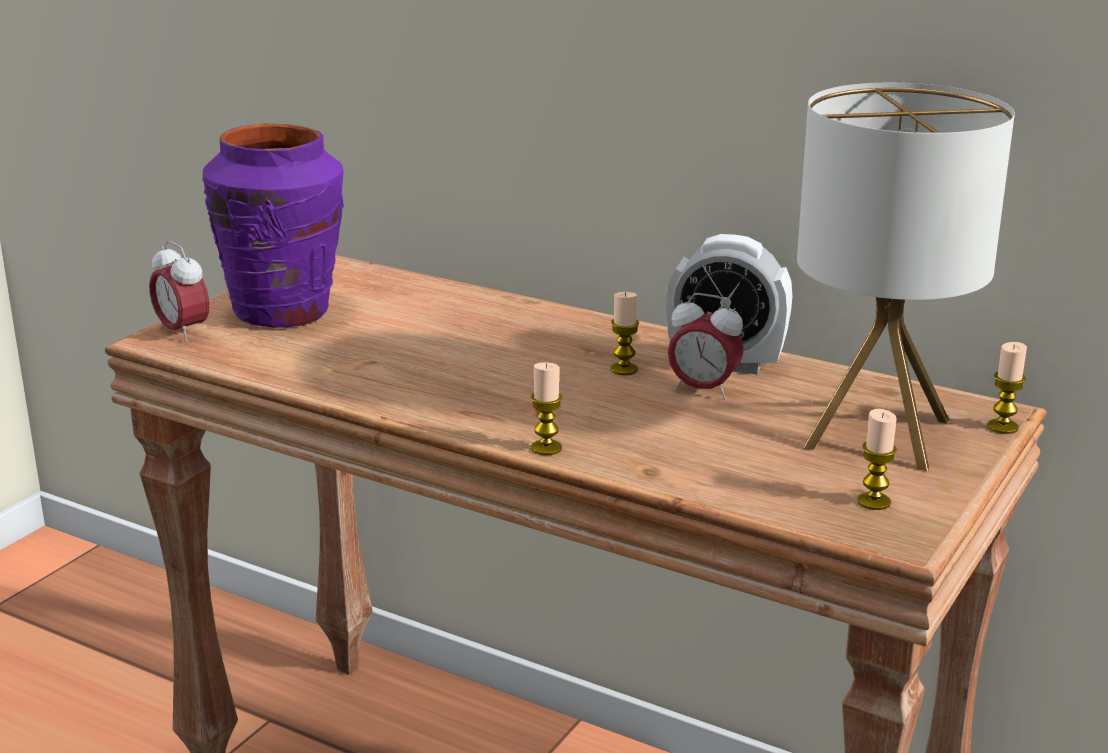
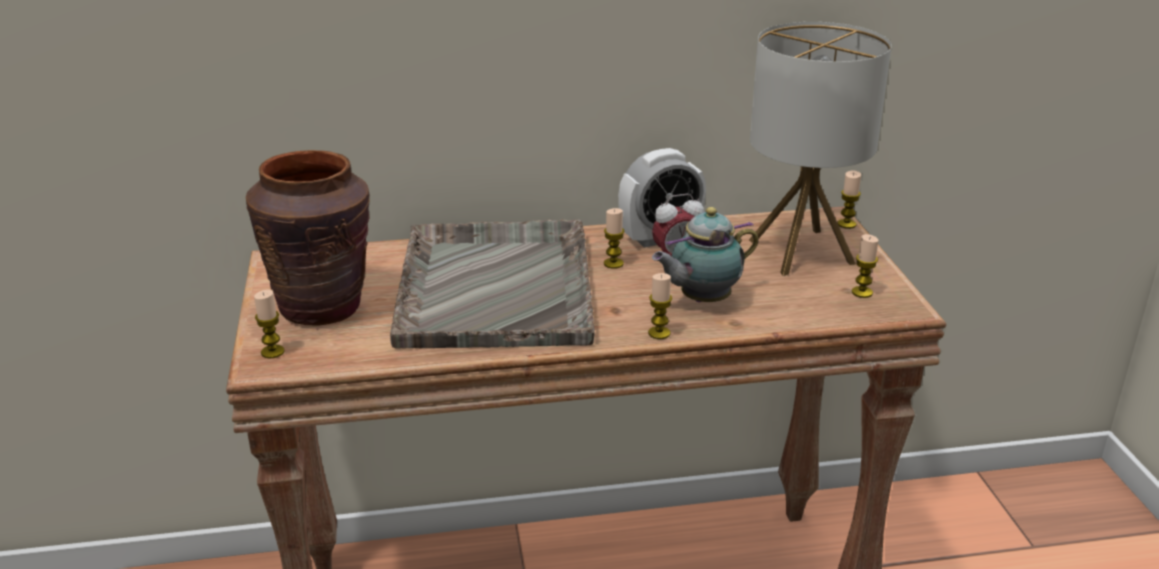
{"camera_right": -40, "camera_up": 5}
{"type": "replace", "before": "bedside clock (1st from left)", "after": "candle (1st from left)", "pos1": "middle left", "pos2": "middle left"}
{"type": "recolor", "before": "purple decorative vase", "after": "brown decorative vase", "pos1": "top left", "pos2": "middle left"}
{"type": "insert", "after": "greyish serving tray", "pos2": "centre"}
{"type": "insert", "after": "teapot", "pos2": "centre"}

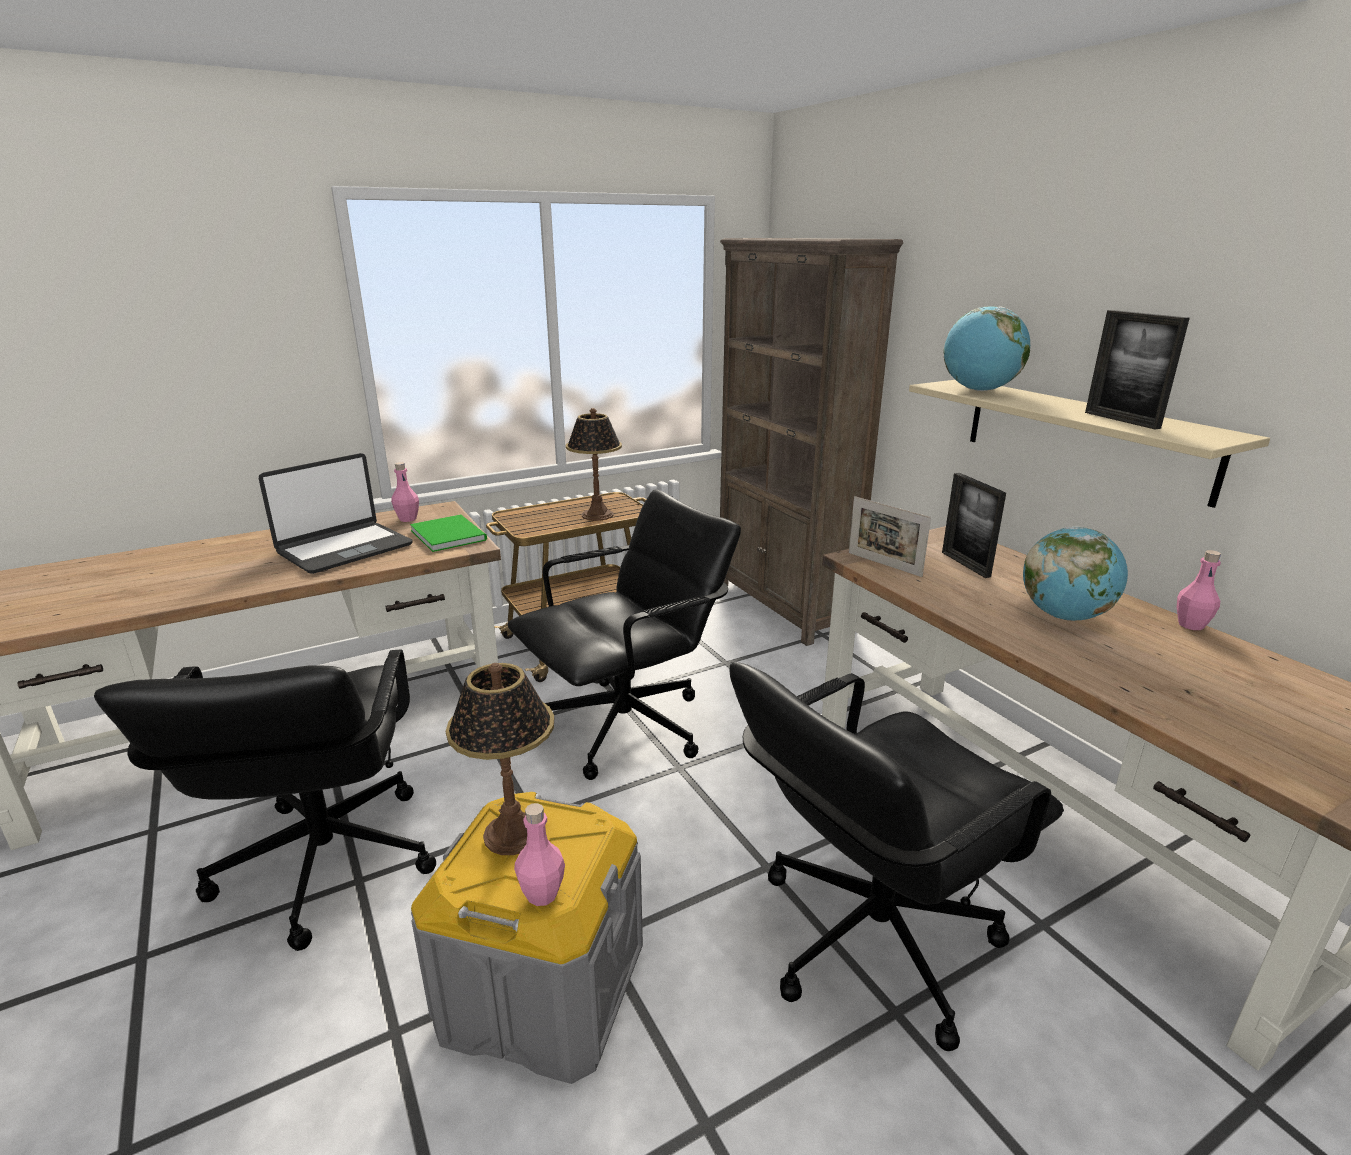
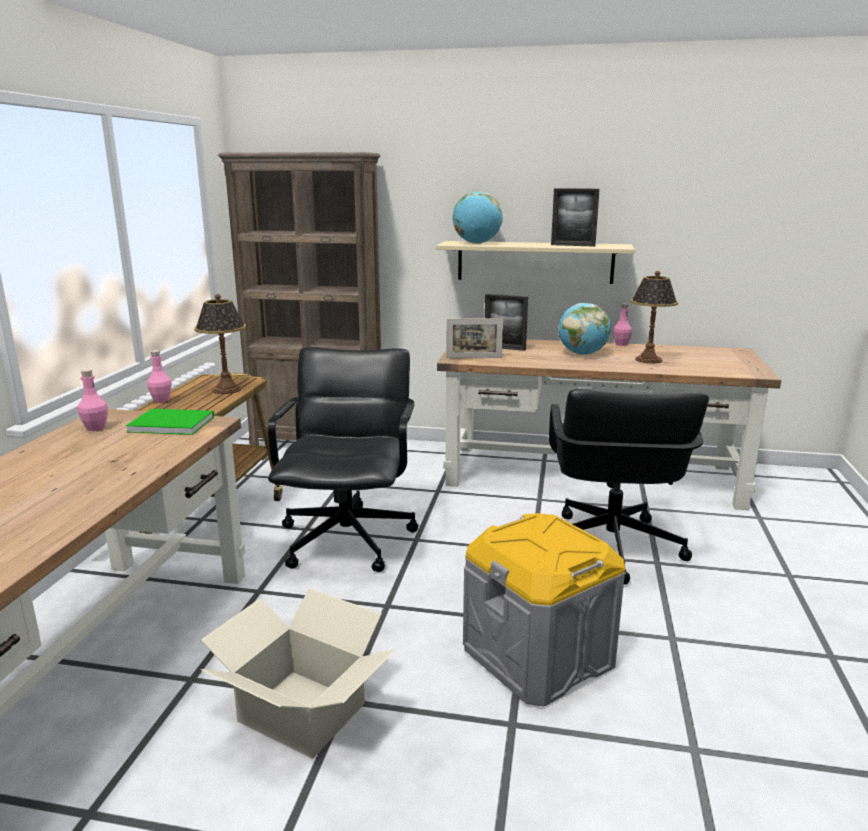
{"camera_right": -50, "camera_up": -5}
{"type": "replace", "before": "black office chair (1st from left)", "after": "cardboard box", "pos1": "bottom left", "pos2": "bottom centre"}
{"type": "delete", "before": "notebook computer", "pos1": "middle left"}
{"type": "move", "before": "tabletop lamp (1st from left in the first image)", "after": "tabletop lamp (2nd from left)", "pos1": "centre", "pos2": "middle right"}
{"type": "move", "before": "pink bottle (2nd from left)", "pos1": "bottom centre", "pos2": "middle left"}

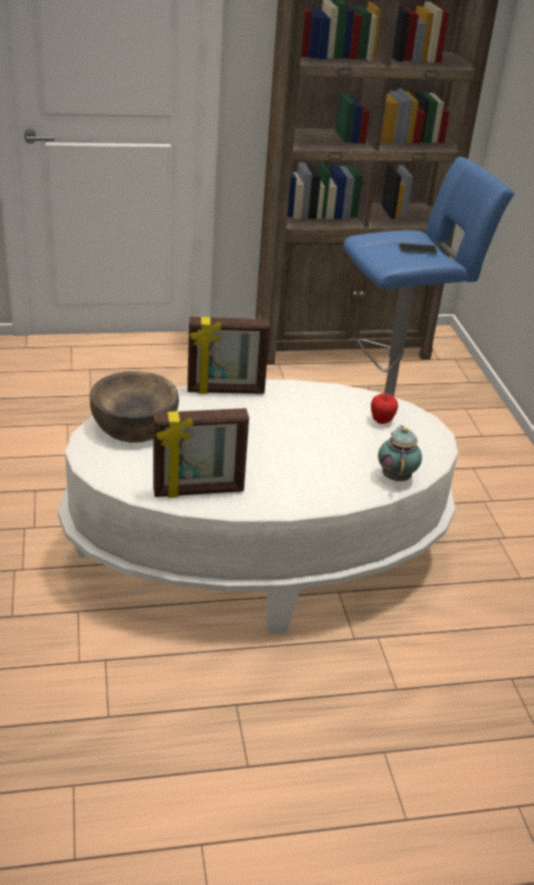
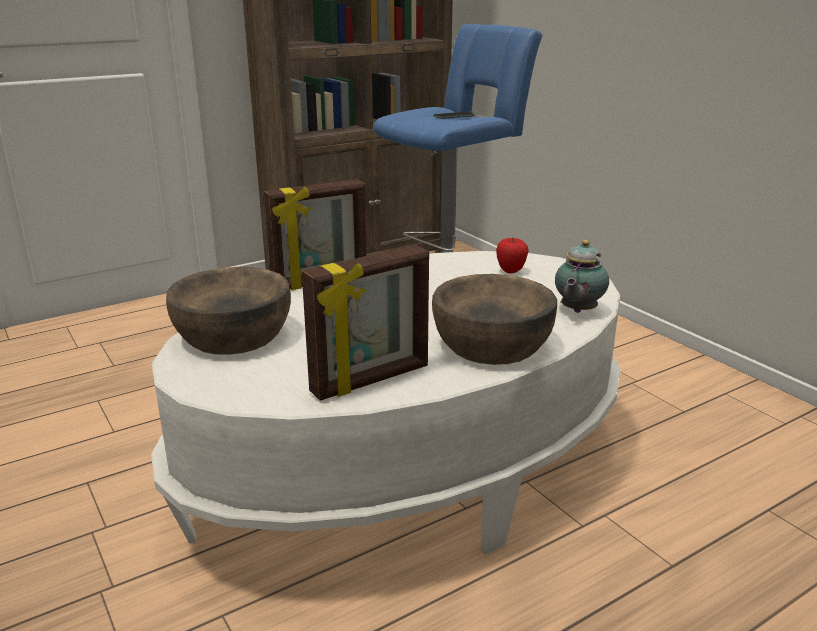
{"camera_right": -20, "camera_up": -10}
{"type": "rotate", "before": "teapot", "pos1": "middle right", "pos2": "middle right", "turn": -135}
{"type": "insert", "after": "brown deep dish (2nd from left)", "pos2": "centre"}

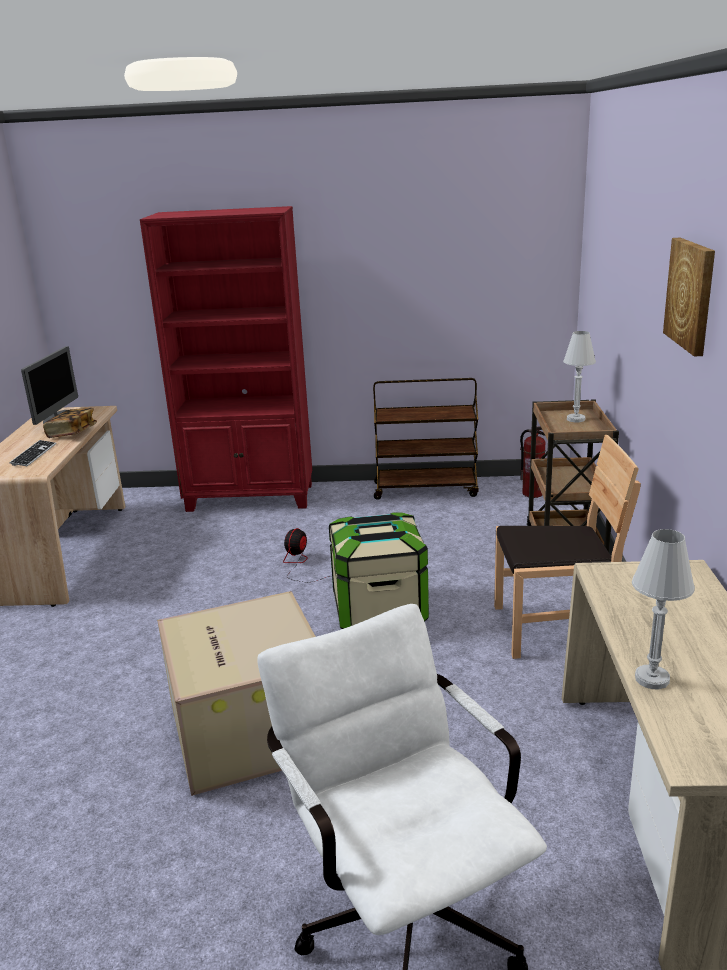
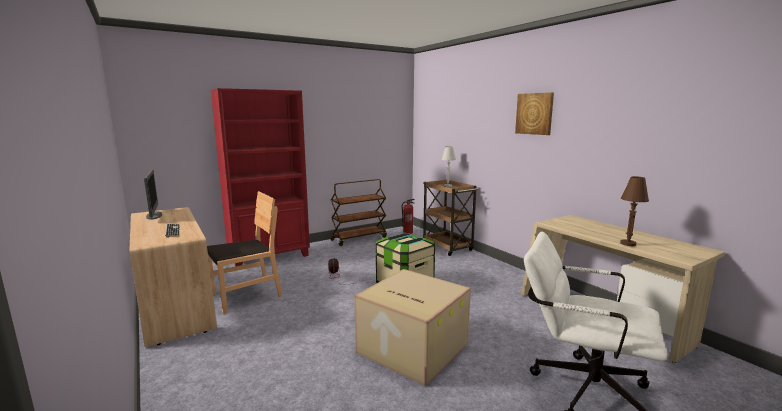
{"camera_right": -35, "camera_up": -10}
{"type": "delete", "before": "bound book", "pos1": "middle left"}
{"type": "move", "before": "brown plain chair", "pos1": "middle right", "pos2": "middle left"}
{"type": "recolor", "before": "white tabletop lamp (2nd from left)", "after": "brown tabletop lamp", "pos1": "middle right", "pos2": "middle right"}

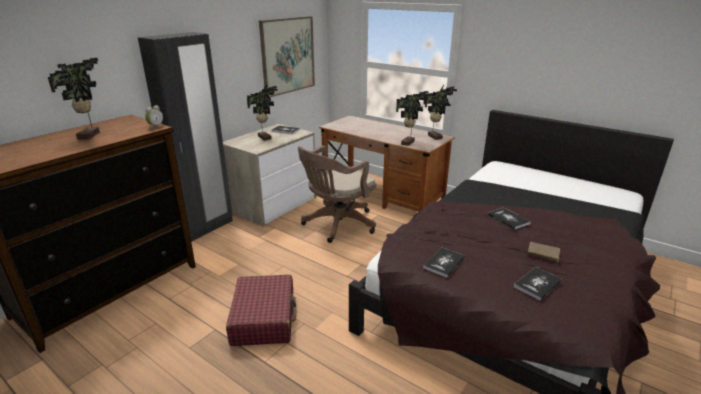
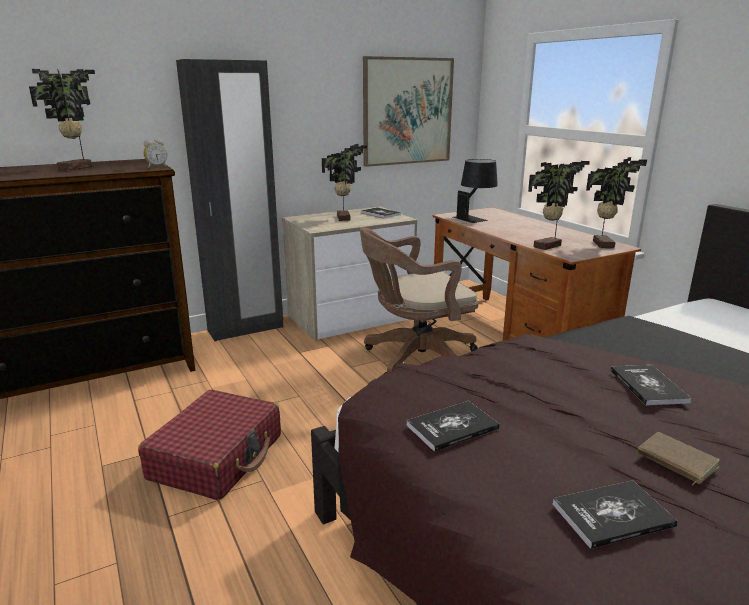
{"camera_right": 25, "camera_up": -5}
{"type": "insert", "after": "black tabletop lamp", "pos2": "top centre"}

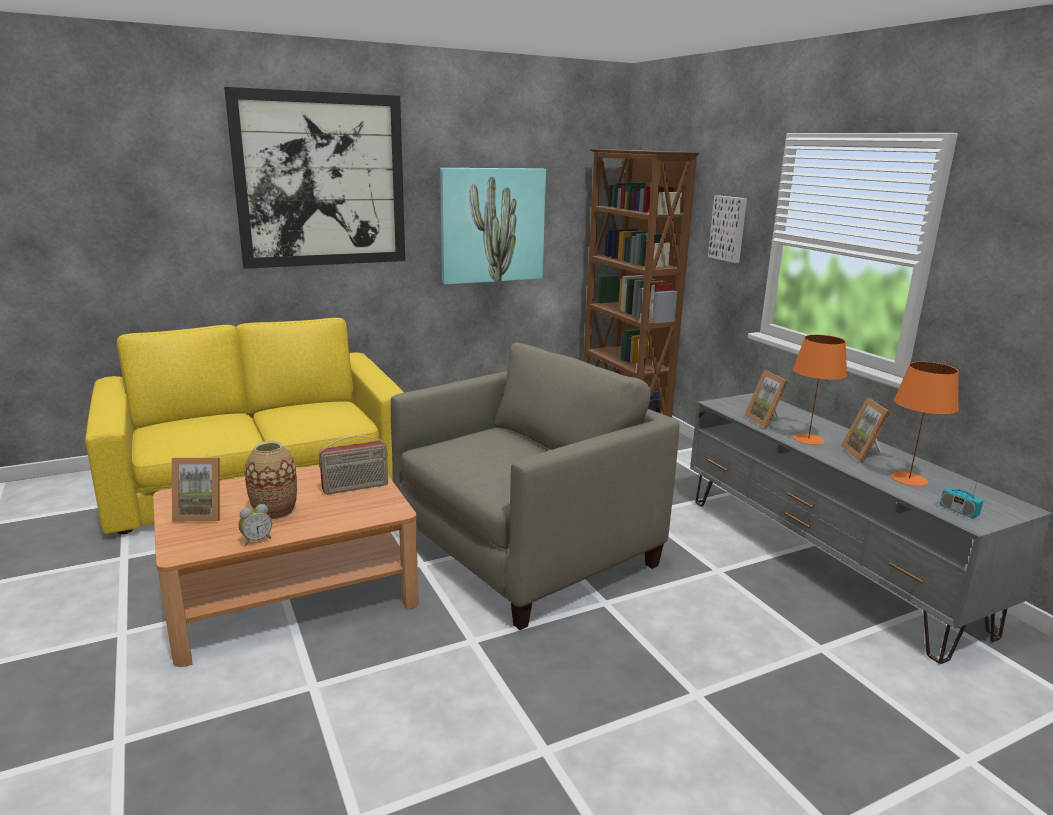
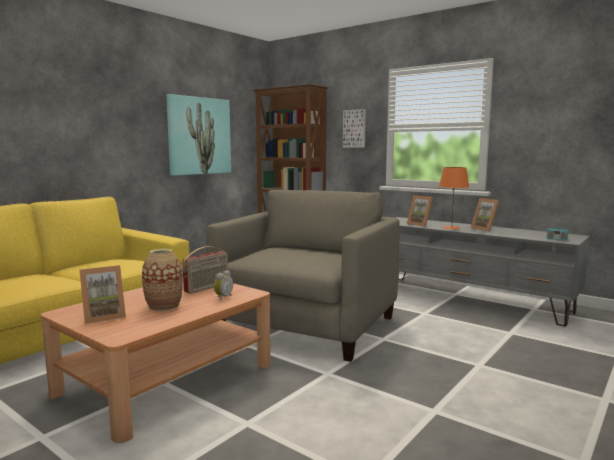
{"camera_right": -25, "camera_up": -10}
{"type": "delete", "before": "wall art (1st from left)", "pos1": "top left"}
{"type": "move", "before": "bedside clock", "pos1": "middle left", "pos2": "centre"}
{"type": "delete", "before": "orange-coloured tabletop lamp (2nd from left)", "pos1": "middle right"}

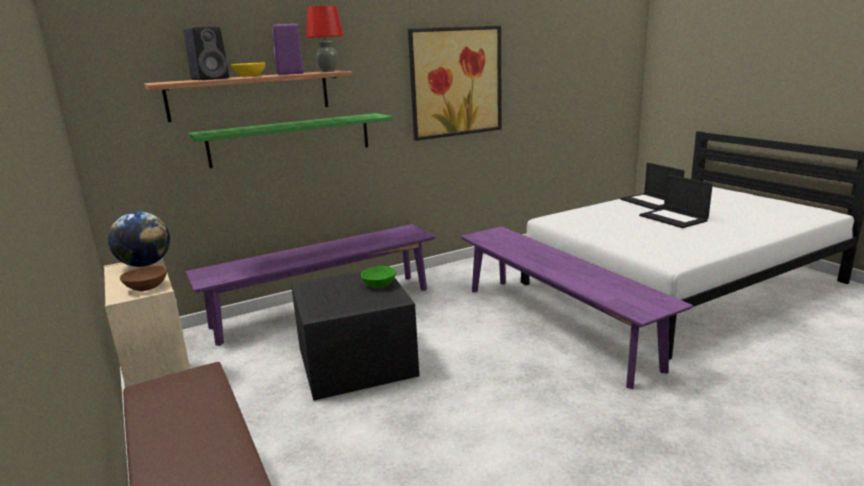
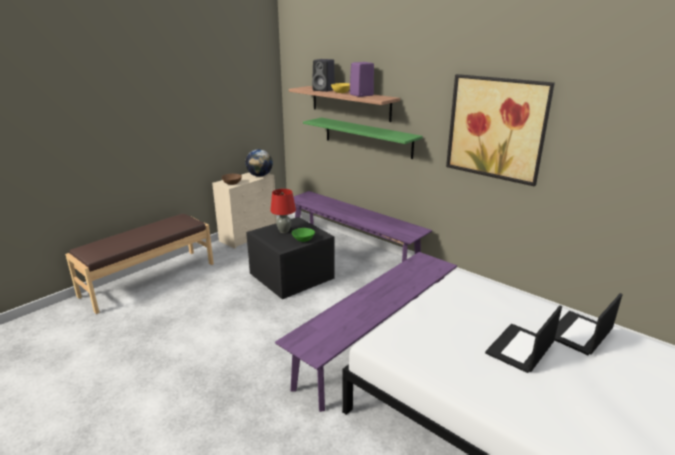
{"camera_right": 70, "camera_up": 5}
{"type": "move", "before": "reddish tabletop lamp", "pos1": "top centre", "pos2": "centre"}

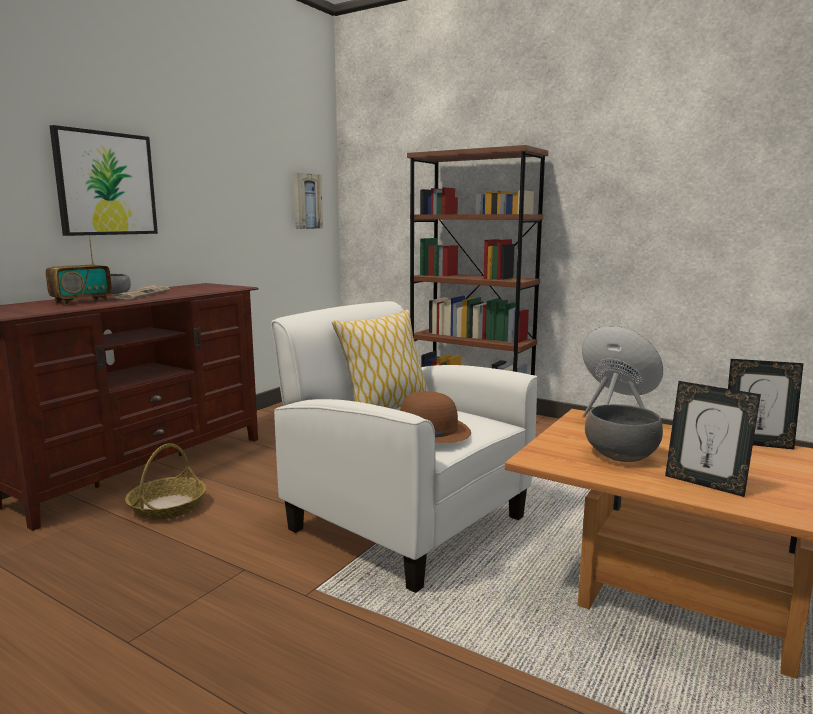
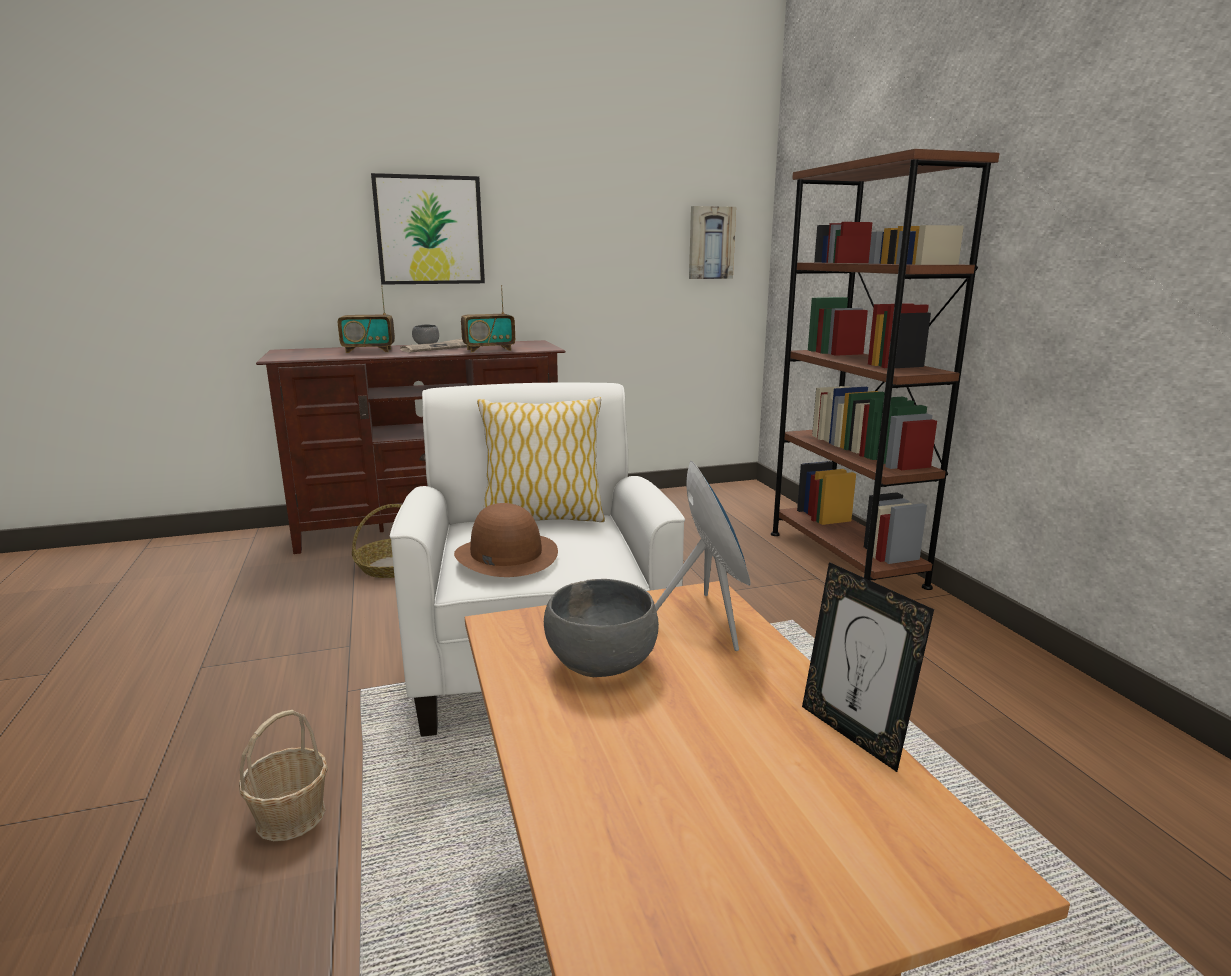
{"camera_right": 40, "camera_up": 5}
{"type": "delete", "before": "photo frame (1st from left)", "pos1": "middle right"}
{"type": "insert", "after": "storage basket (1st from left)", "pos2": "bottom left"}
{"type": "insert", "after": "radio (2nd from left)", "pos2": "top centre"}

